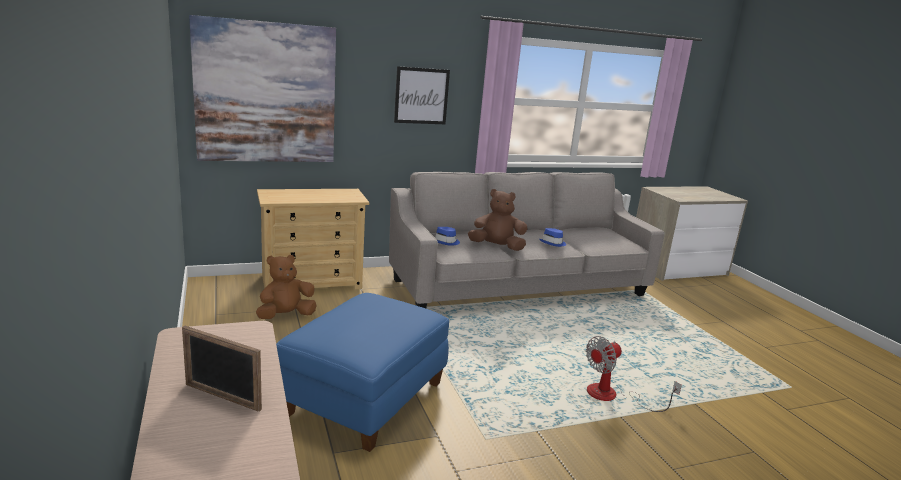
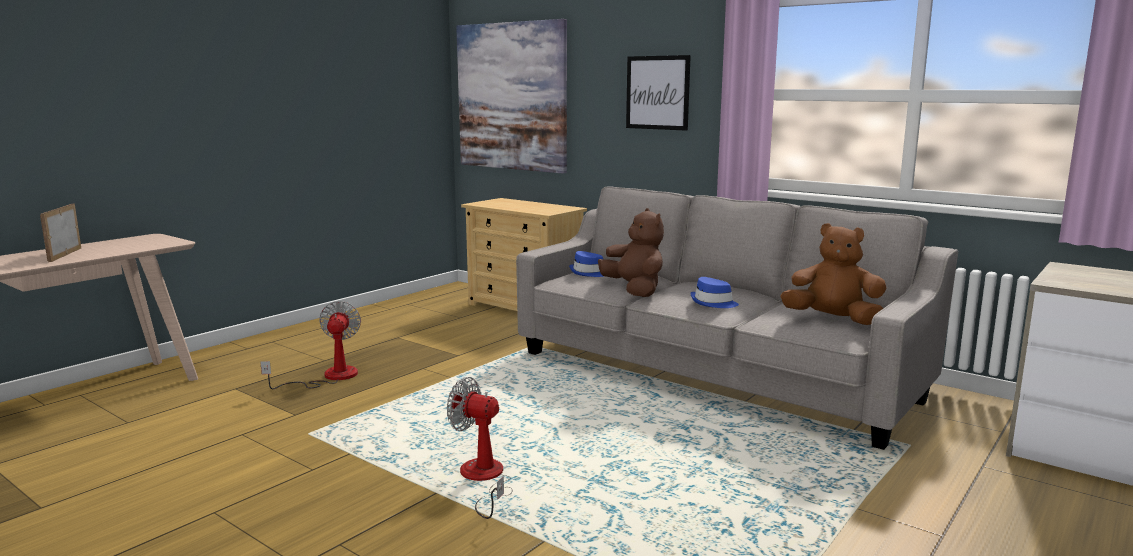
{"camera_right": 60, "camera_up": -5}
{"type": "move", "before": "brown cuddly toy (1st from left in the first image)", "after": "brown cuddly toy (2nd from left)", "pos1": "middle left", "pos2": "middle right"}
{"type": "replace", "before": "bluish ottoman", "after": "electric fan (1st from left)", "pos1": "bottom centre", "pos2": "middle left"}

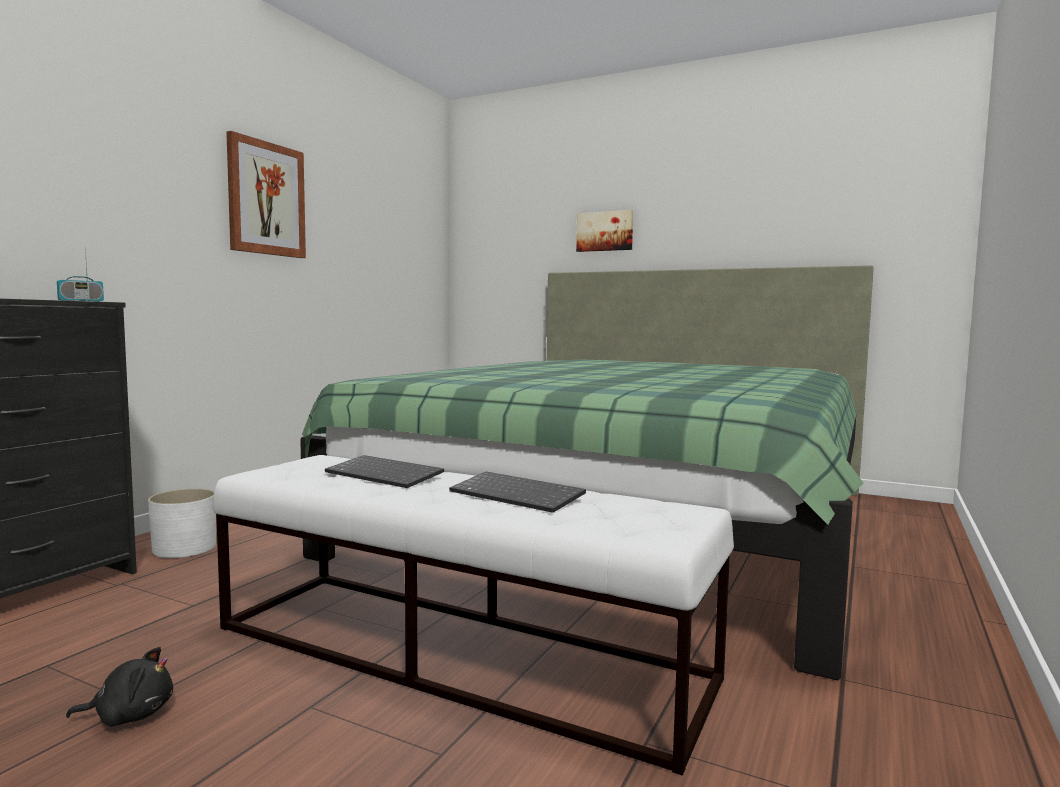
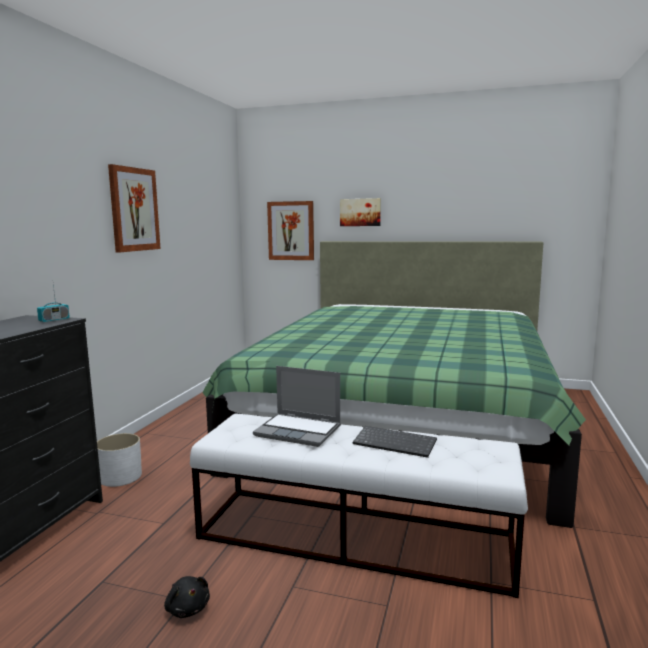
{"camera_right": -10, "camera_up": 5}
{"type": "rotate", "before": "black cuddly toy", "pos1": "bottom left", "pos2": "bottom left", "turn": 75}
{"type": "replace", "before": "PC keyboard (1st from left)", "after": "notebook computer", "pos1": "centre", "pos2": "centre"}
{"type": "insert", "after": "wall art (2nd from left)", "pos2": "centre"}

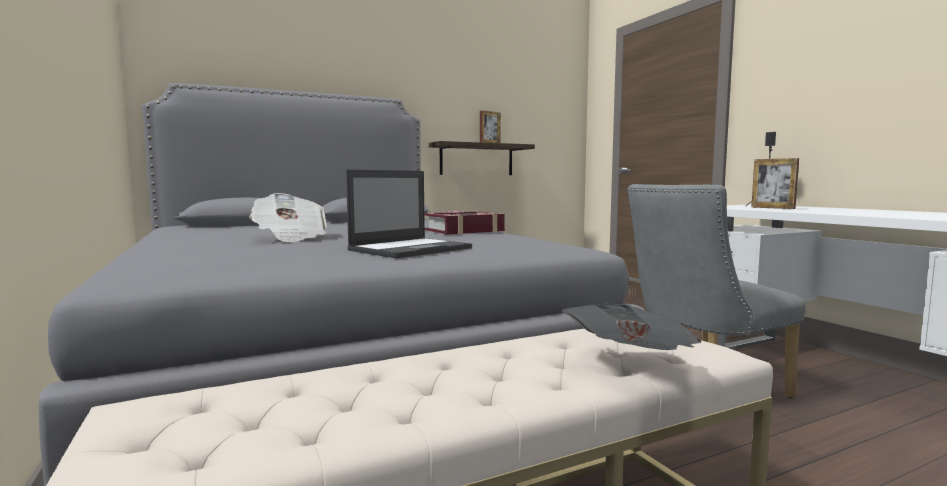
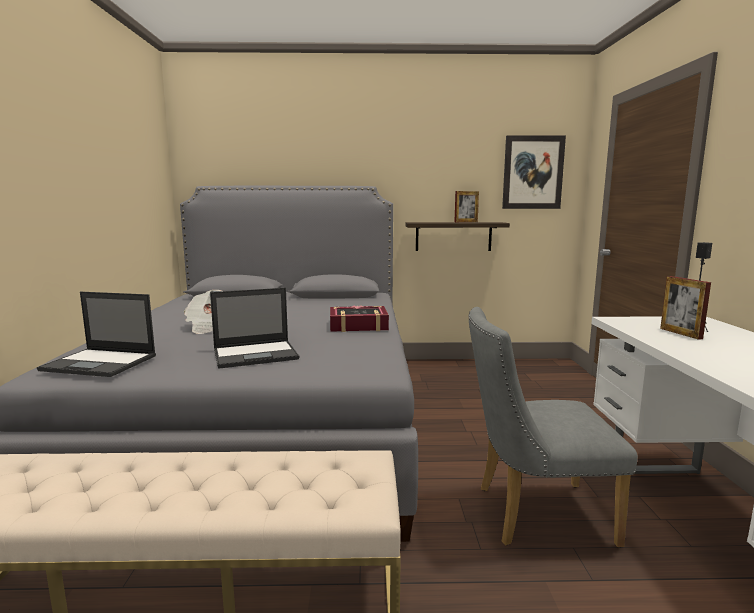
{"camera_right": 25, "camera_up": 5}
{"type": "delete", "before": "newspaper (2nd from left)", "pos1": "bottom centre"}
{"type": "insert", "after": "notebook computer (1st from left)", "pos2": "middle left"}
{"type": "insert", "after": "wall art", "pos2": "top right"}

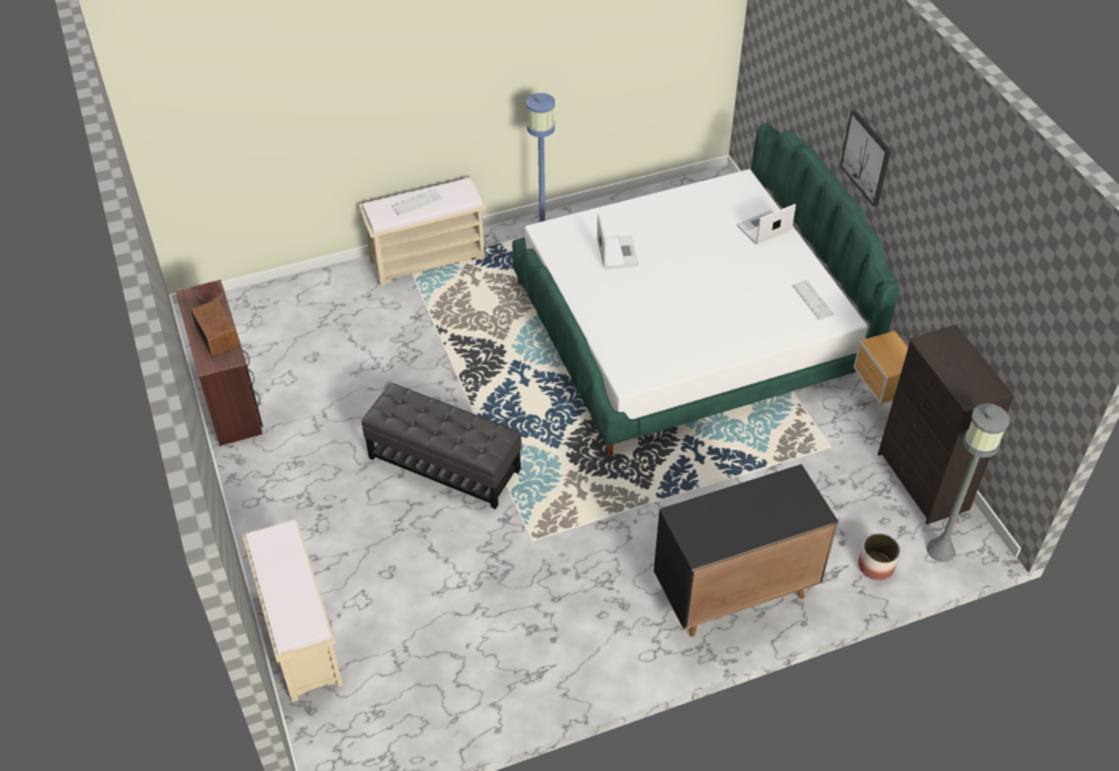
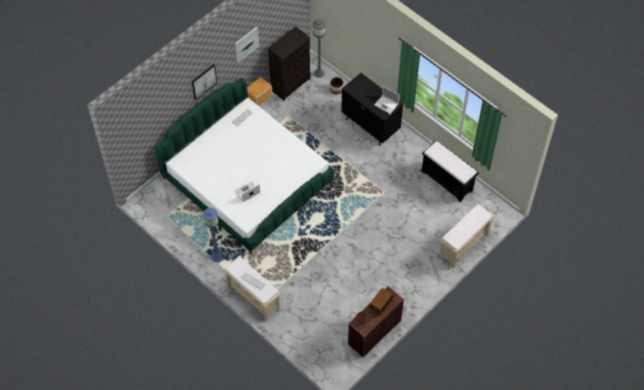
{"camera_right": -115, "camera_up": 10}
{"type": "delete", "before": "black ottoman", "pos1": "centre"}
{"type": "move", "before": "notebook computer (2nd from left)", "pos1": "top right", "pos2": "top centre"}
{"type": "insert", "after": "wall art (2nd from left)", "pos2": "top centre"}
{"type": "insert", "after": "black indoor bench", "pos2": "middle right"}

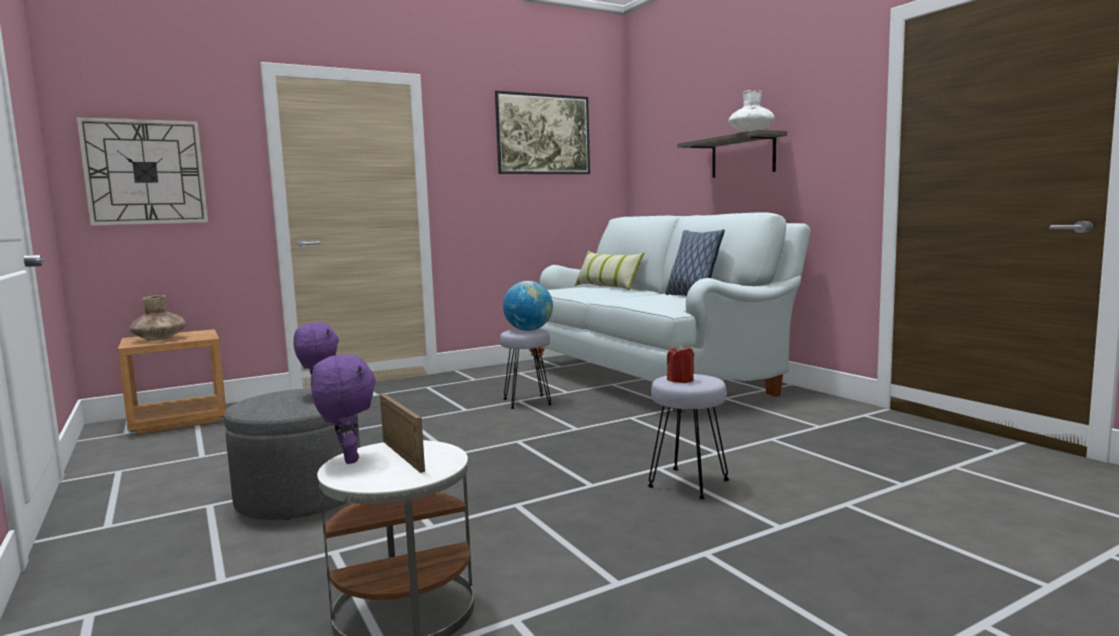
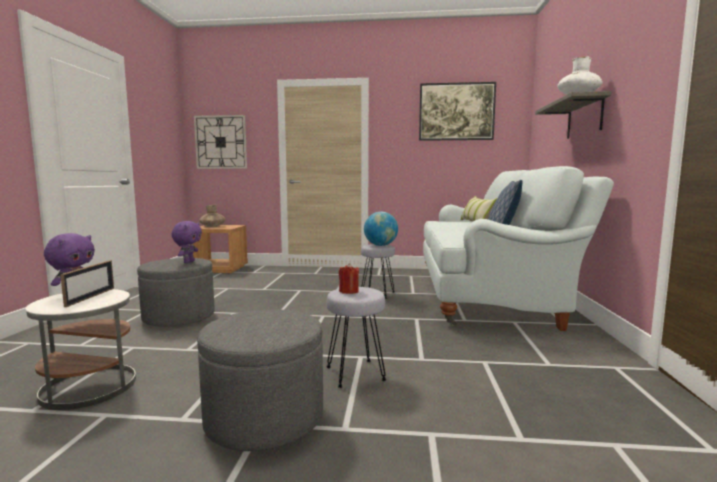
{"camera_right": 35, "camera_up": 0}
{"type": "insert", "after": "greyish ottoman (2nd from left)", "pos2": "bottom centre"}

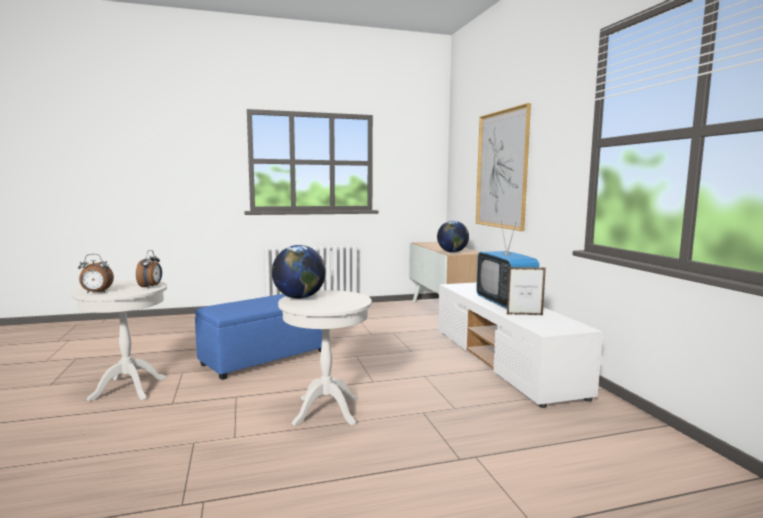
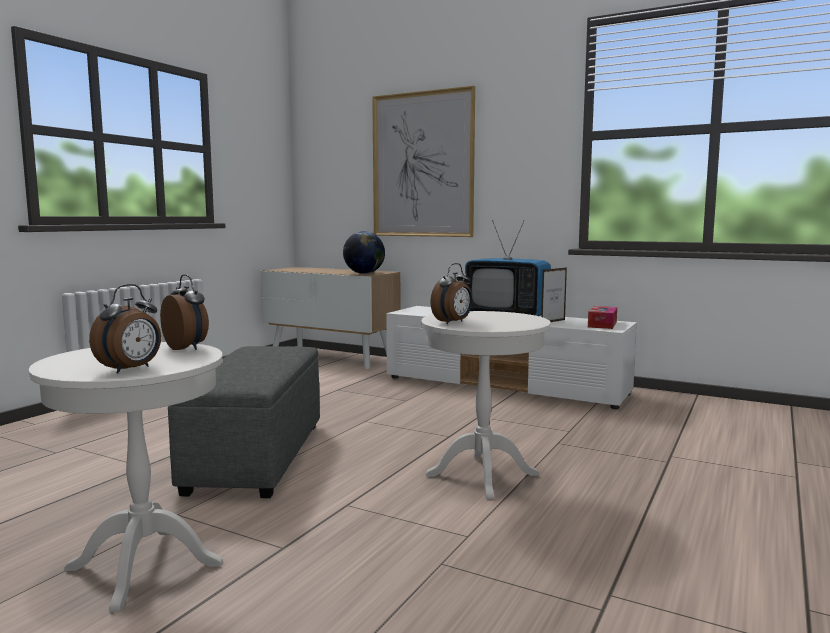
{"camera_right": -45, "camera_up": 0}
{"type": "recolor", "before": "bluish ottoman", "after": "greyish ottoman", "pos1": "centre", "pos2": "bottom left"}
{"type": "replace", "before": "world globe (1st from left)", "after": "bedside clock (3rd from left)", "pos1": "centre", "pos2": "centre"}
{"type": "insert", "after": "tissue box", "pos2": "middle right"}

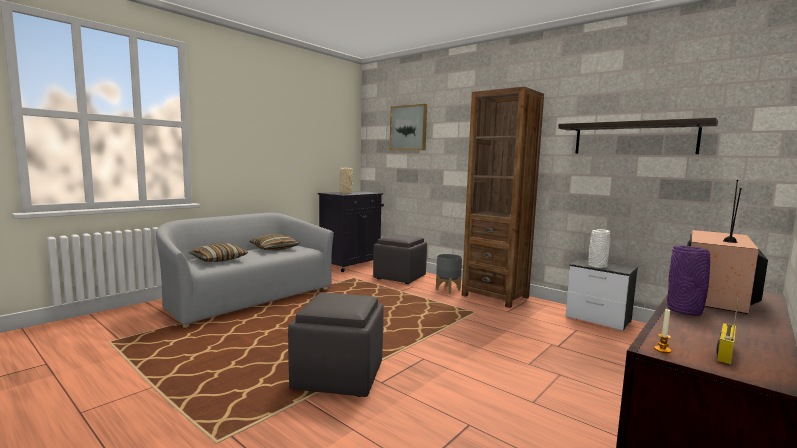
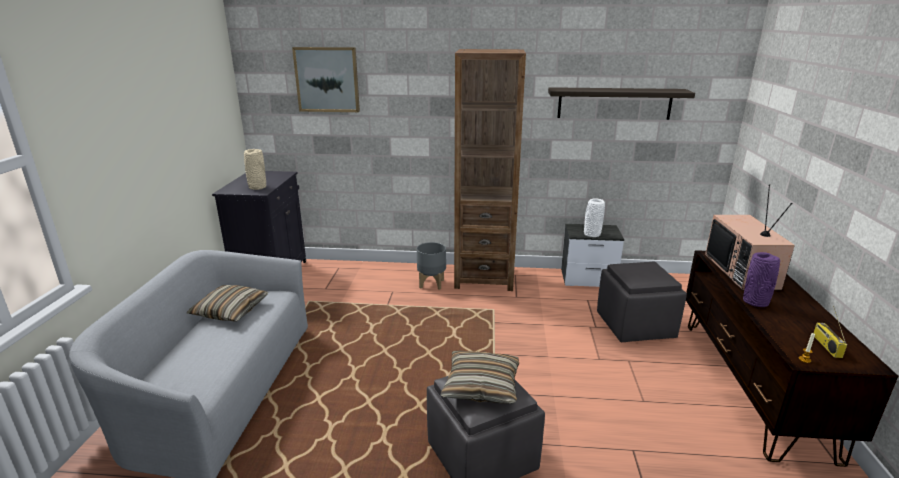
{"camera_right": -35, "camera_up": 15}
{"type": "move", "before": "cushion (1st from left in the first image)", "after": "cushion (2nd from left)", "pos1": "middle left", "pos2": "bottom centre"}
{"type": "move", "before": "greyish ottoman (2nd from left)", "pos1": "centre", "pos2": "middle right"}

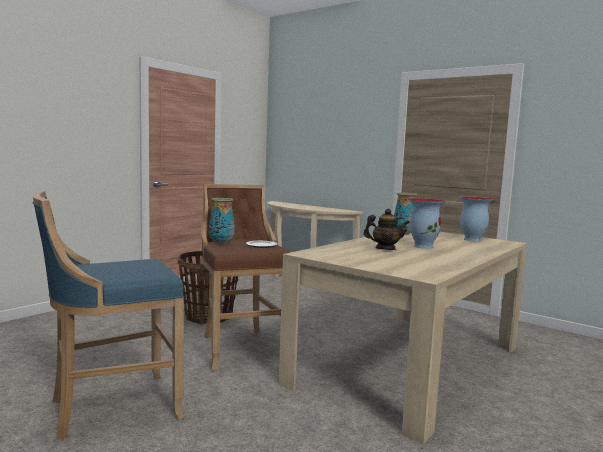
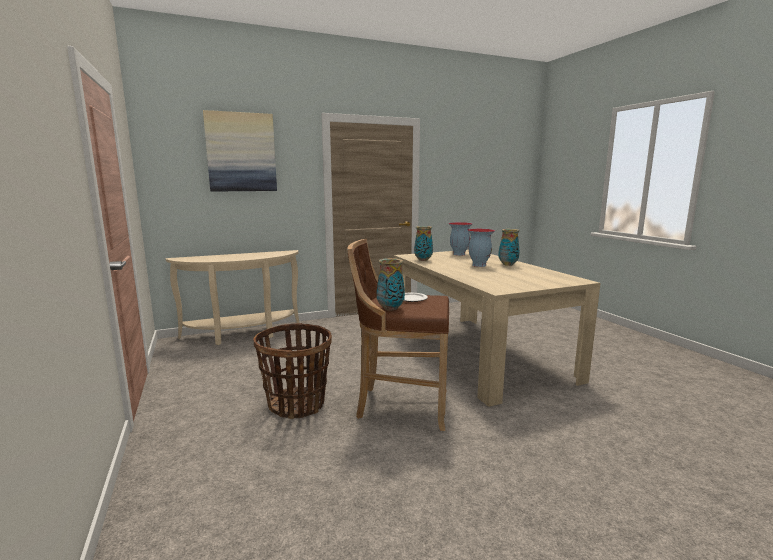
{"camera_right": -60, "camera_up": 5}
{"type": "delete", "before": "bluish stool seat", "pos1": "bottom left"}
{"type": "delete", "before": "teapot", "pos1": "centre"}
{"type": "insert", "after": "wall art", "pos2": "top left"}
{"type": "insert", "after": "decorative vase (5th from left)", "pos2": "centre"}

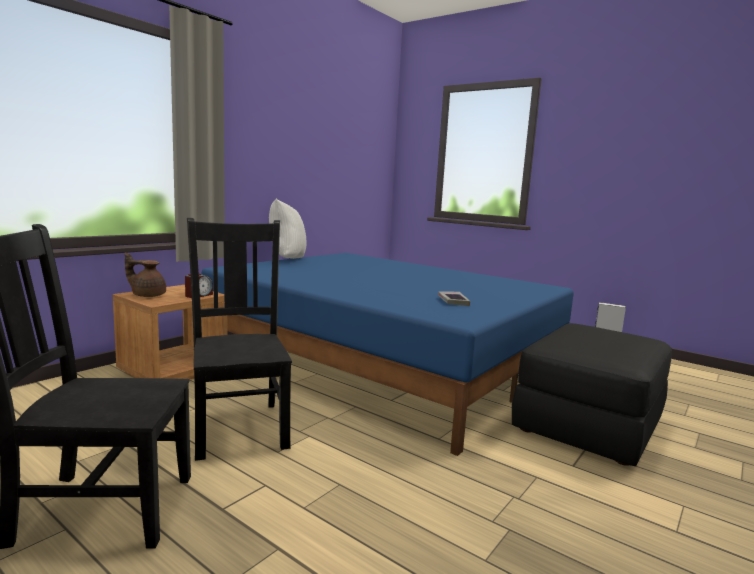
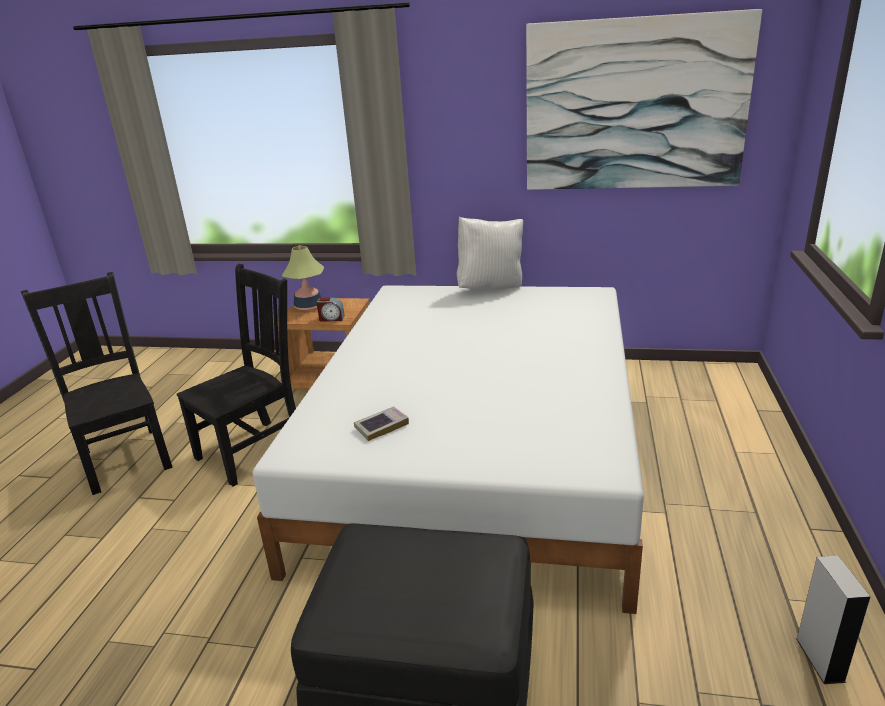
{"camera_right": 65, "camera_up": 15}
{"type": "replace", "before": "brown teapot", "after": "tabletop lamp", "pos1": "middle left", "pos2": "centre"}
{"type": "recolor", "before": "bluish bed", "after": "white bed", "pos1": "centre", "pos2": "centre"}
{"type": "insert", "after": "wall art", "pos2": "top right"}

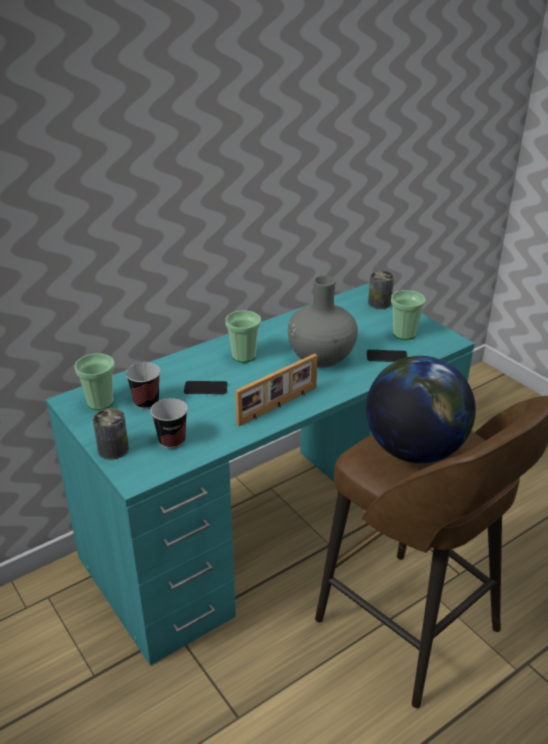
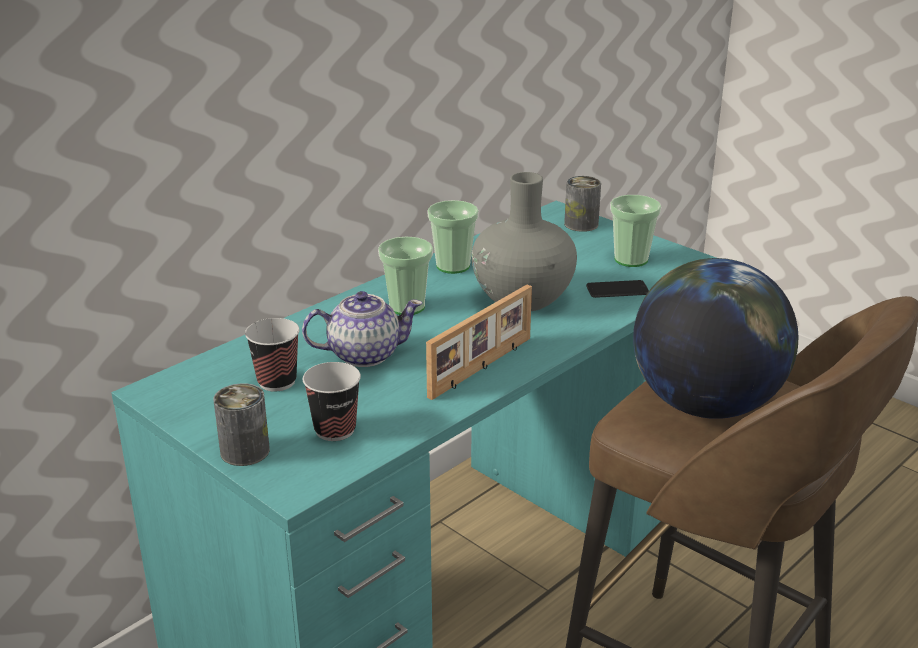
{"camera_right": -10, "camera_up": -5}
{"type": "move", "before": "drinking cup (1st from left in the first image)", "after": "drinking cup (4th from left)", "pos1": "middle left", "pos2": "centre"}
{"type": "replace", "before": "telephone (1st from left)", "after": "teapot", "pos1": "centre", "pos2": "centre"}

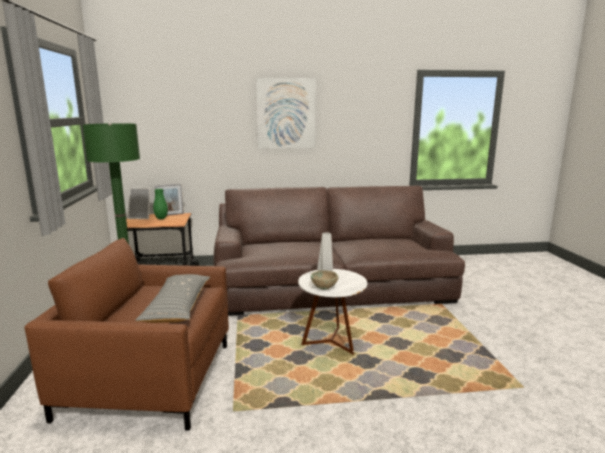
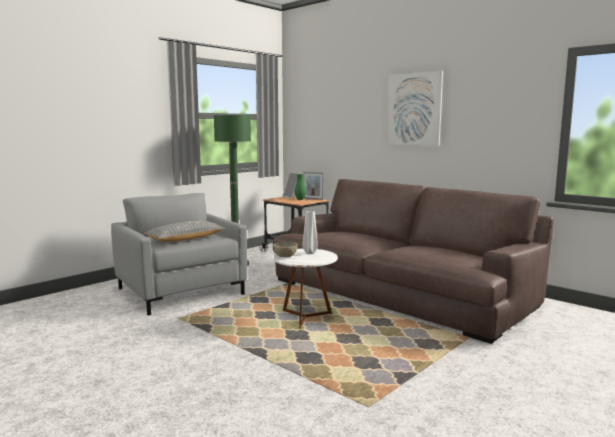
{"camera_right": 50, "camera_up": -5}
{"type": "recolor", "before": "brown armchair", "after": "greyish armchair", "pos1": "bottom left", "pos2": "middle left"}

